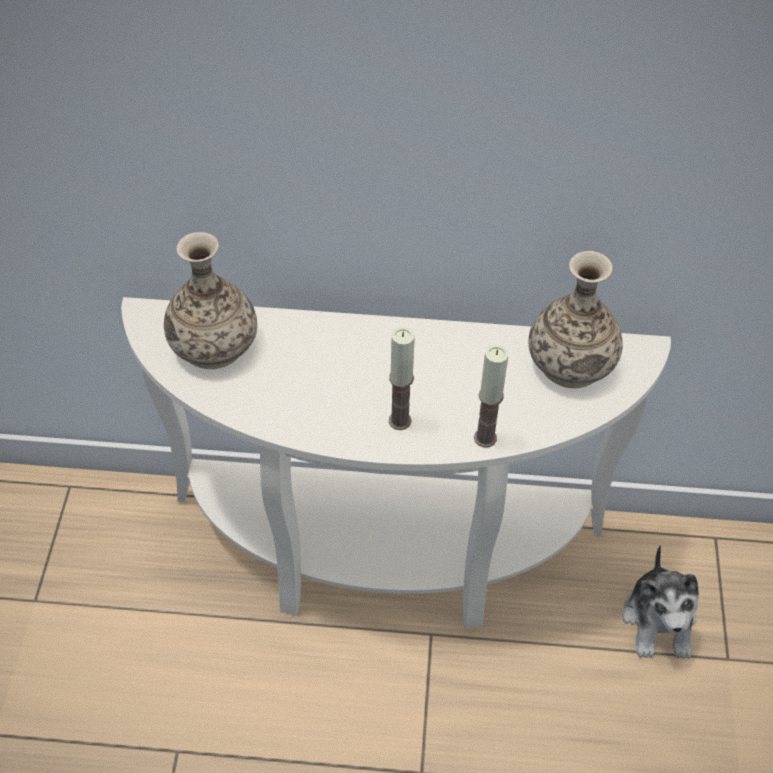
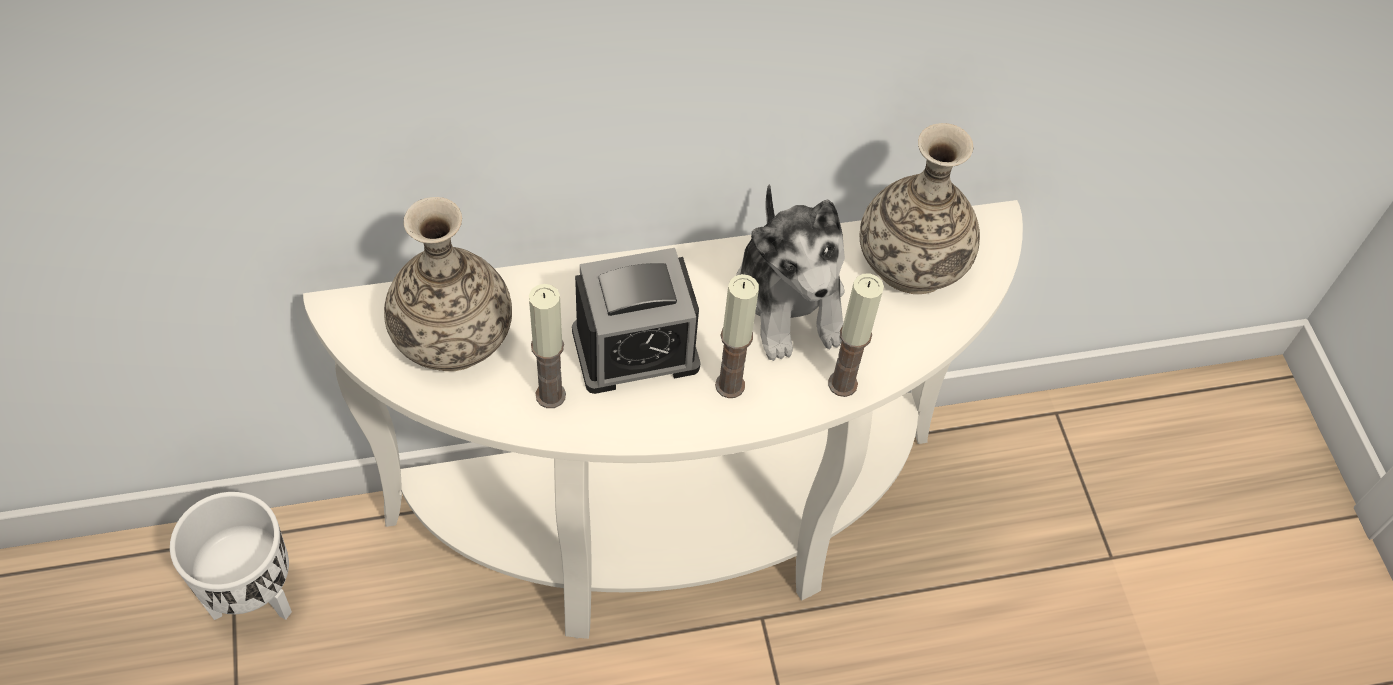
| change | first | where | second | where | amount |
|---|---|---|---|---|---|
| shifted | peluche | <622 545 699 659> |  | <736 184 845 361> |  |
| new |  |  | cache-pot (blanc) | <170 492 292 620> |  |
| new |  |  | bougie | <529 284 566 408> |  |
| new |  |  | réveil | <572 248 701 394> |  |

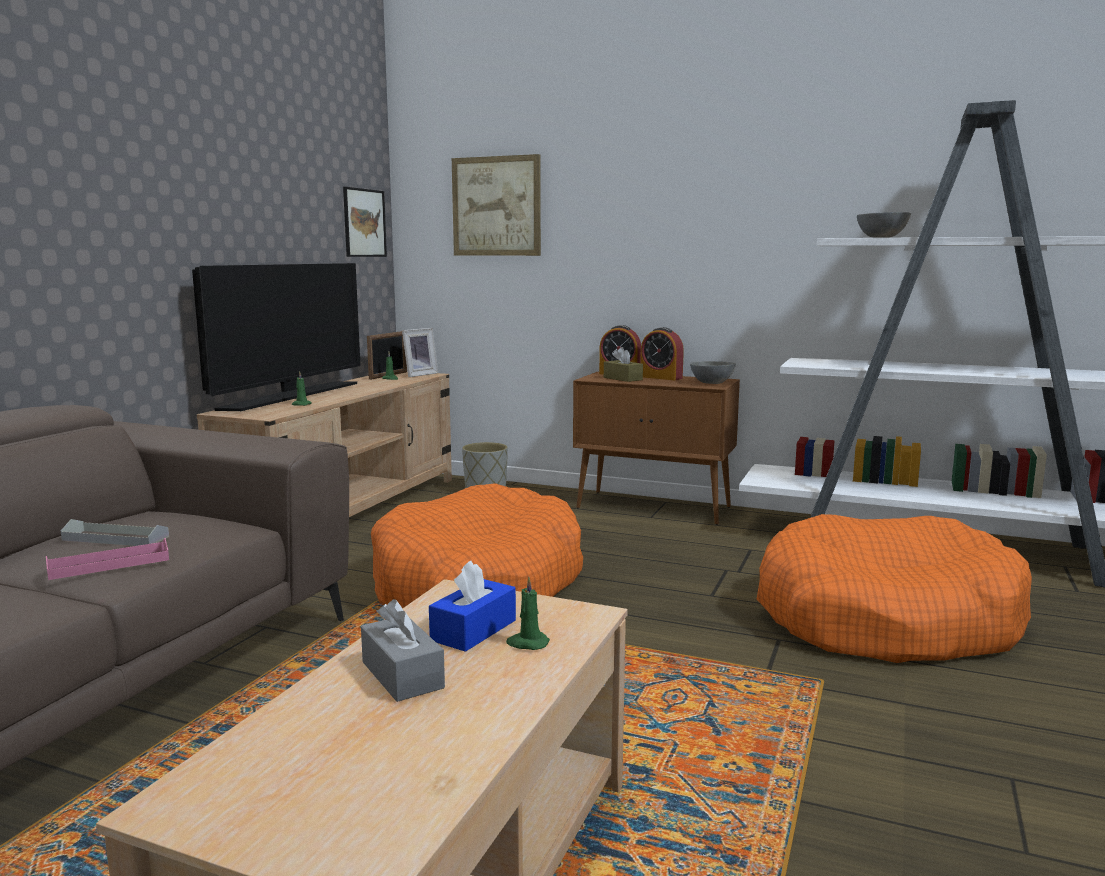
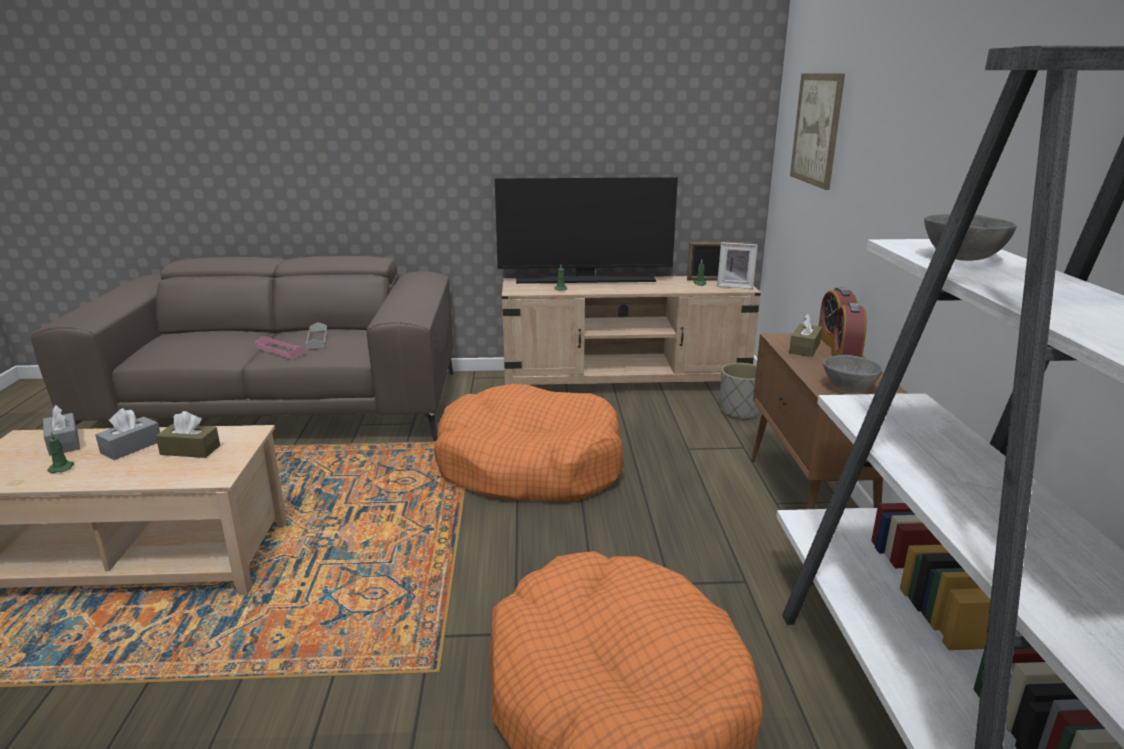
| change | first | where | second | where | amount |
|---|---|---|---|---|---|
| gone | tableau | <343 187 387 257> |  |  |  |
| repainted | boîte à mouchoirs (bleu) | <429 561 516 652> | boîte à mouchoirs (marron) | <156 411 220 458> |  |
| shifted | bougie (vert) | <506 577 550 650> |  | <48 431 74 473> |  |
| new |  |  | boîte à mouchoirs (gris) | <43 405 80 456> |  |

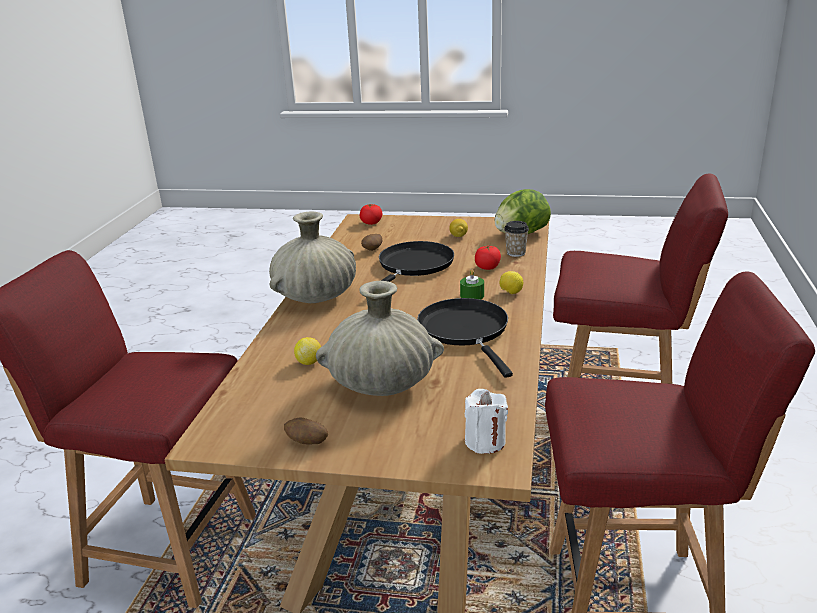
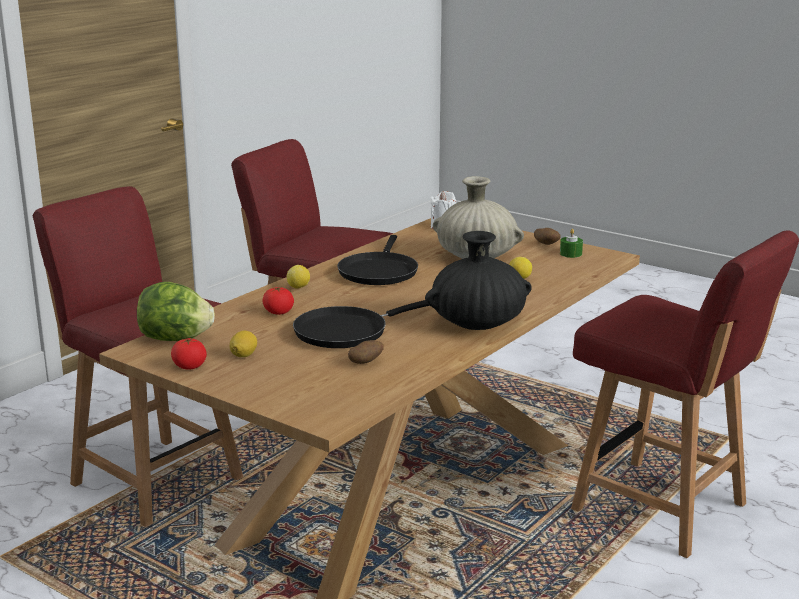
| change | first | where | second | where | amount |
|---|---|---|---|---|---|
| repainted | vase (beige) | <269 212 356 303> | vase (noir) | <425 231 532 330> |  |
| shifted | tomate | <360 204 382 225> |  | <171 338 207 370> |  |
| shifted | bougie (vert) | <460 270 484 300> |  | <560 229 583 258> |  |
| gone | tasse | <504 221 529 257> |  |  |  |

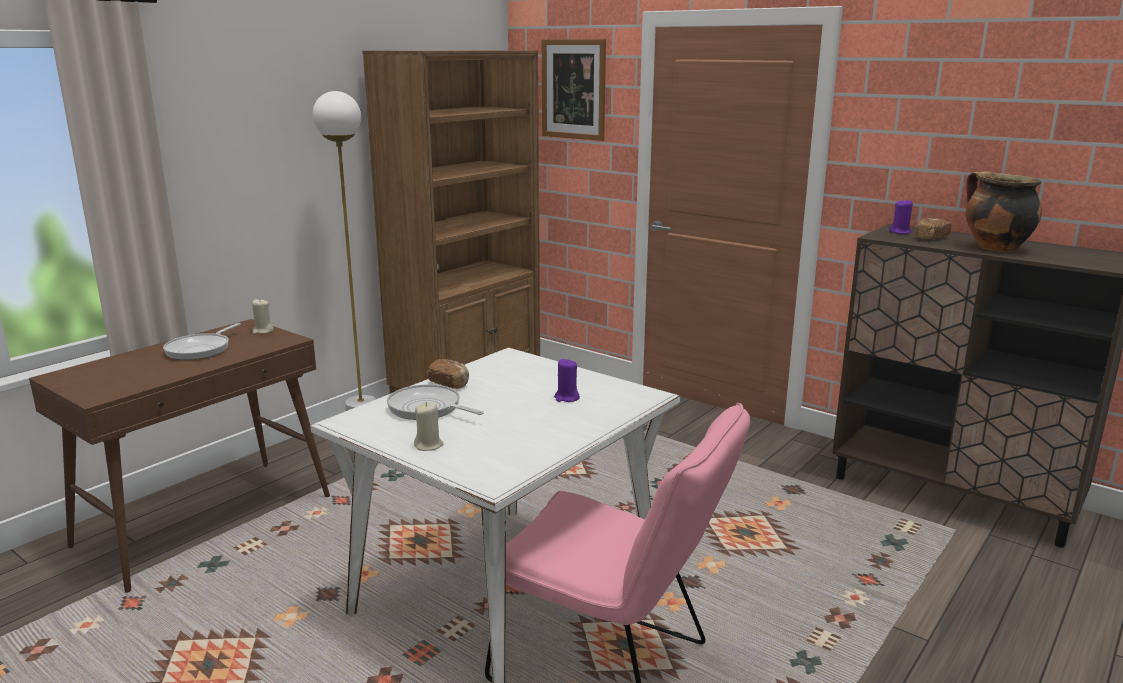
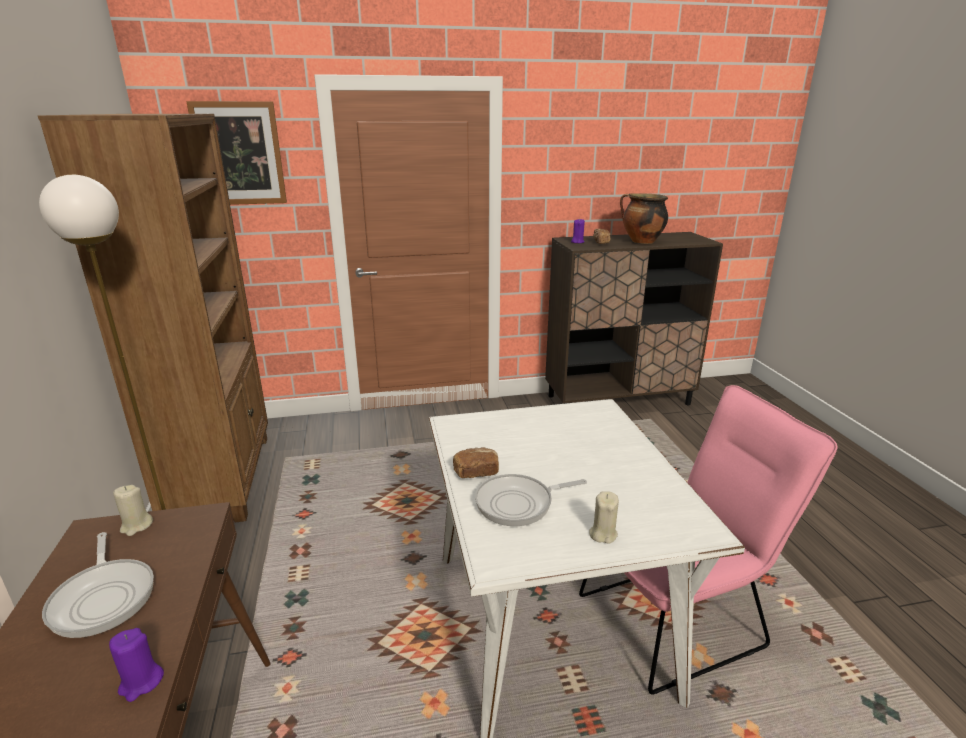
| change | first | where | second | where | amount |
|---|---|---|---|---|---|
| shifted | bougie (violet) | <554 359 580 402> |  | <109 628 164 702> |  |

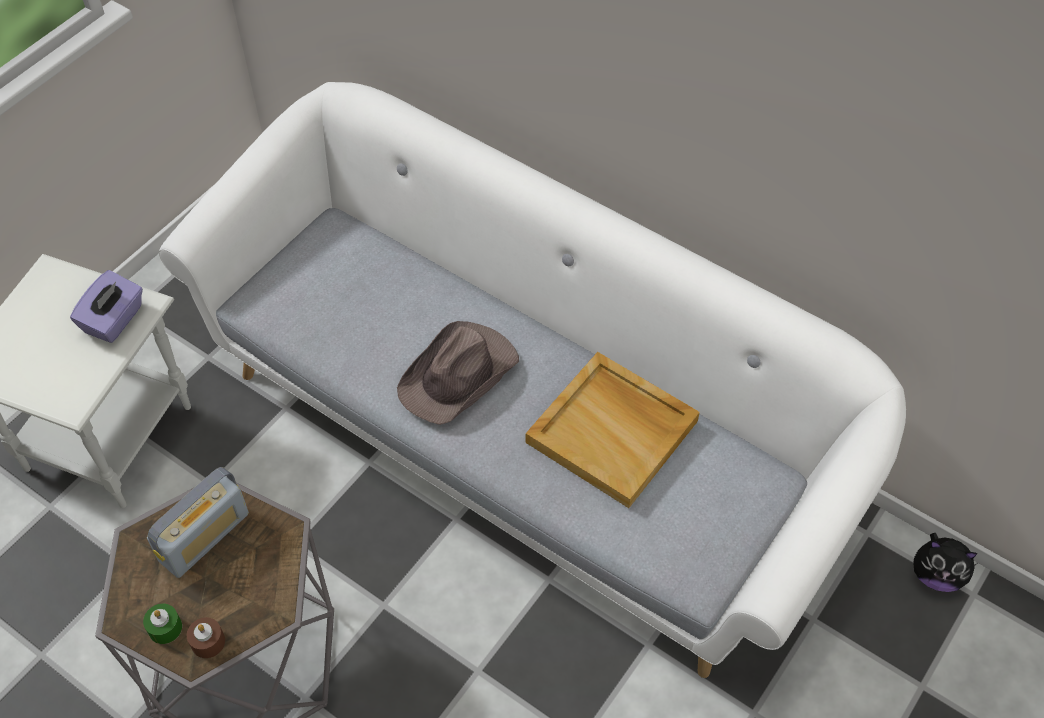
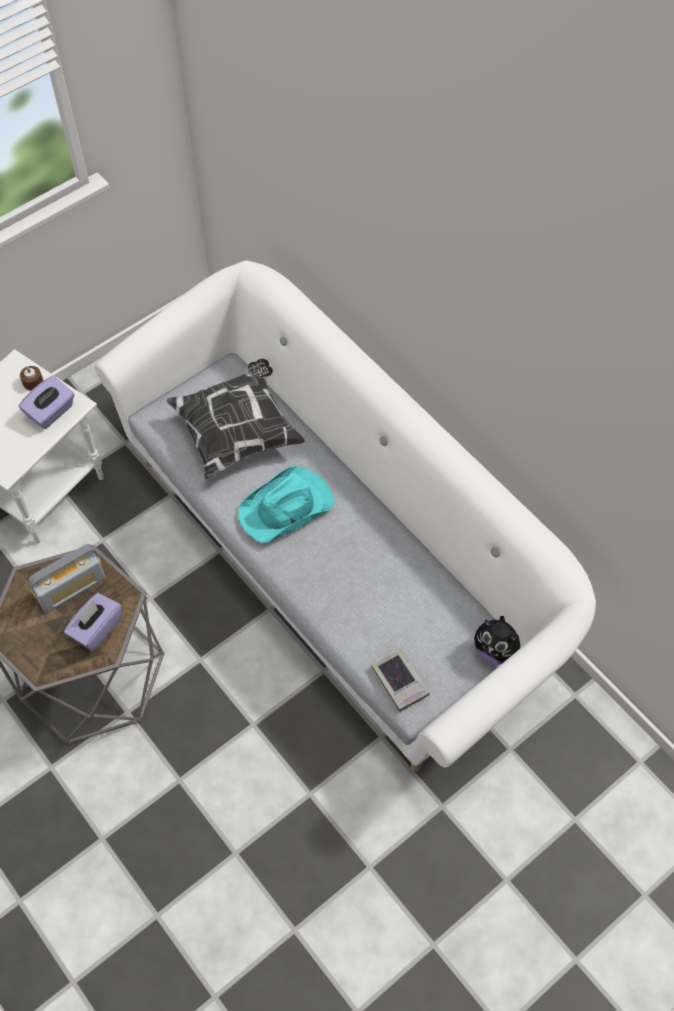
| change | first | where | second | where | amount |
|---|---|---|---|---|---|
| gone | bougie (vert) | <143 604 182 644> |  |  |  |
| shifted | bougie (marron) | <187 617 225 658> |  | <20 366 43 391> |  |
| repainted | chapeau (marron) | <397 321 519 425> | chapeau (turquoise) | <238 466 334 543> |  |
| gone | plateau (beige) | <526 352 700 508> |  |  |  |
| shifted | peluche | <913 533 979 592> |  | <474 616 520 665> |  |
| new |  |  | boîte à mouchoirs (violet) | <64 593 122 652> |  |
| new |  |  | coussin | <166 359 306 480> |  |
| new |  |  | livre | <371 649 430 712> |  |

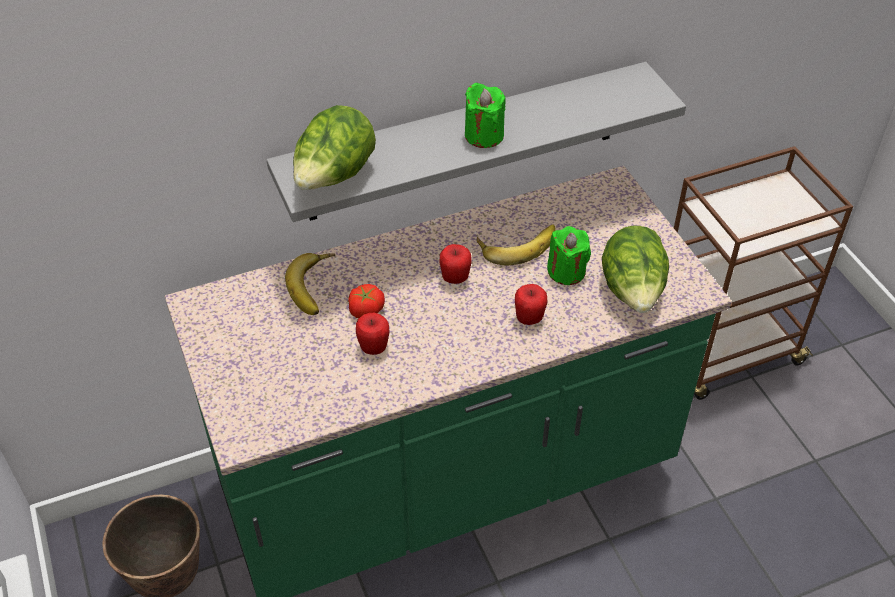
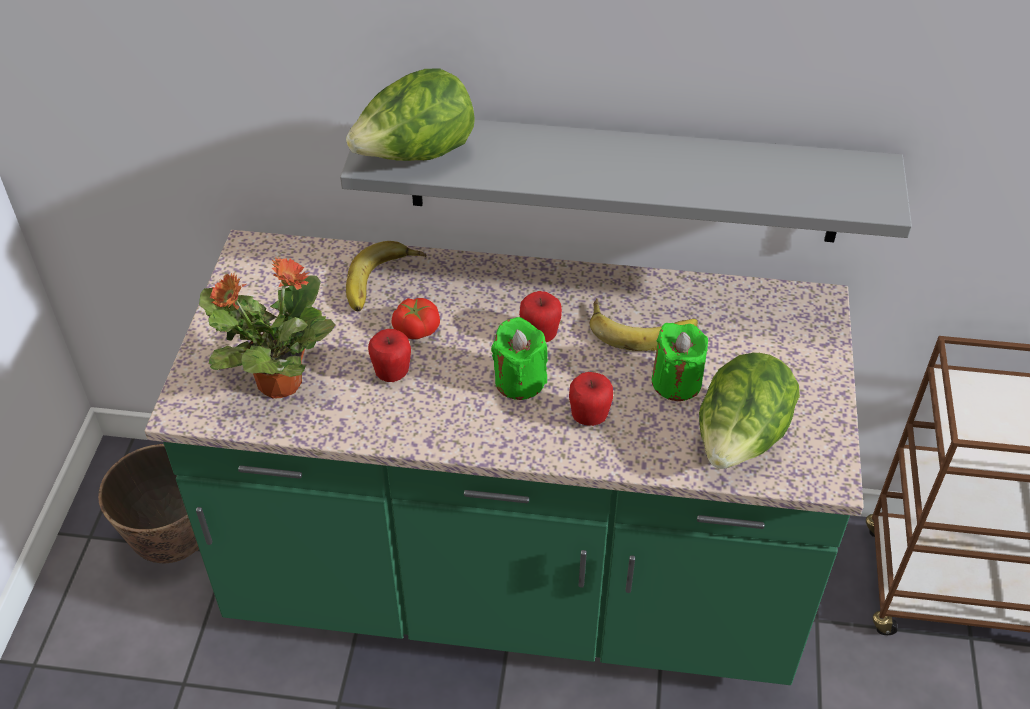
| change | first | where | second | where | amount |
|---|---|---|---|---|---|
| shifted | bougie (vert) | <465 83 506 148> |  | <491 317 548 400> |  |
| new |  |  | plante en pot | <199 257 335 399> |  |

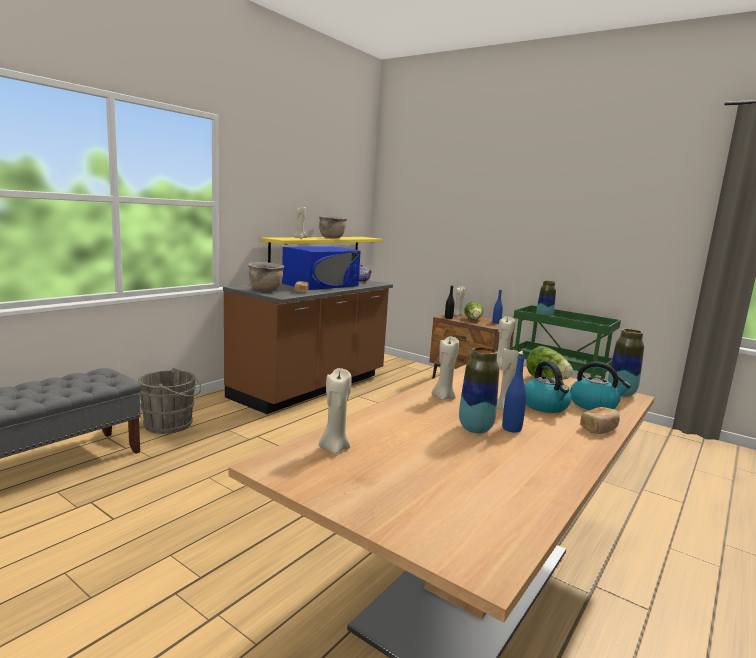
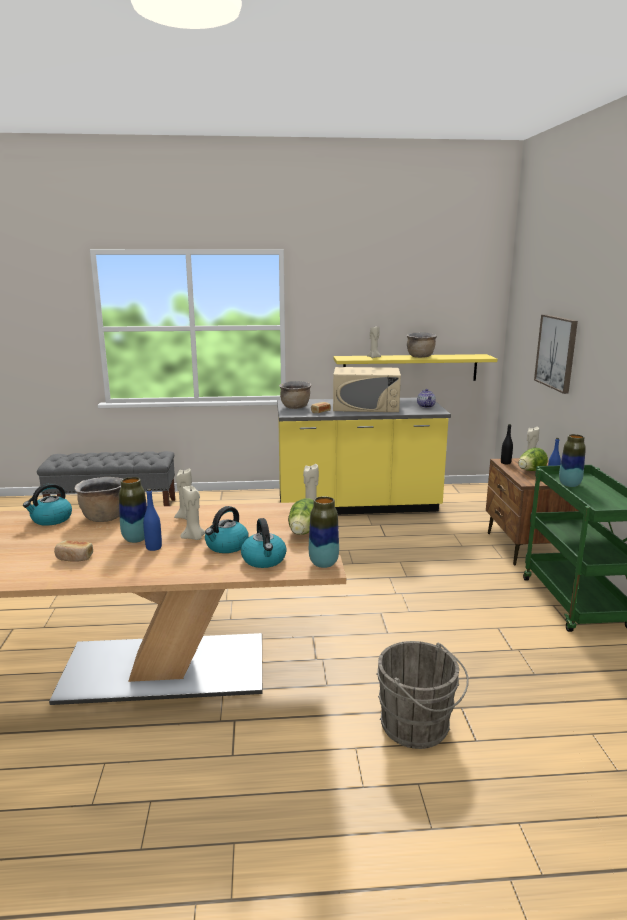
| change | first | where | second | where | amount |
|---|---|---|---|---|---|
| shifted | seau (gris) | <138 368 201 434> |  | <376 641 469 749> |  |
| repainted | comptoir de cuisine (marron) | <223 280 393 414> | comptoir de cuisine (jaune) | <277 398 451 515> |  |
| repainted | micro-ondes (bleu) | <282 246 361 290> | micro-ondes (beige) | <333 367 401 412> |  |
| swapped | bougie (beige) | <319 368 352 454> | bouilloire | <23 483 72 526> |  |
| shifted | pain | <580 407 620 434> |  | <54 540 93 562> |  |
| new |  |  | marmite (marron) | <75 477 123 522> |  |
| new |  |  | tableau | <534 314 578 394> |  |

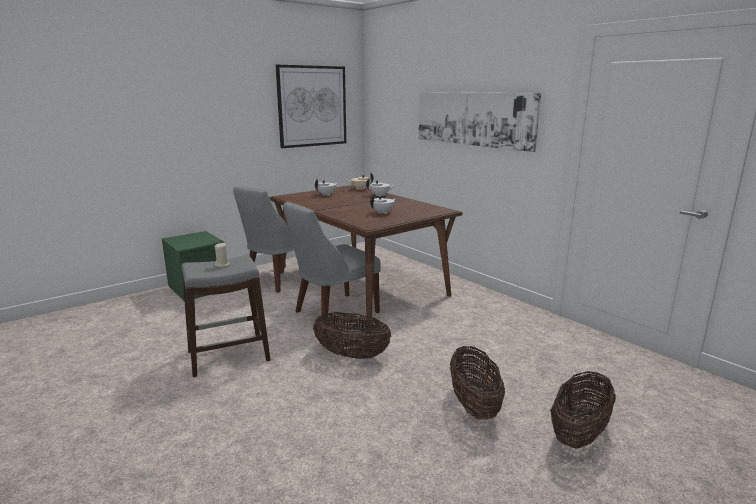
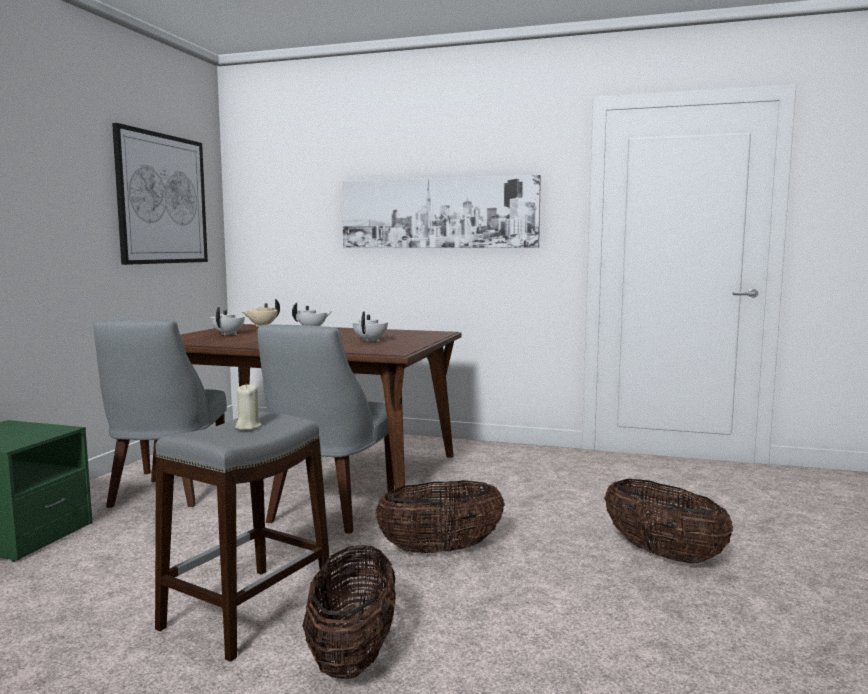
| change | first | where | second | where | amount |
|---|---|---|---|---|---|
| shifted | panier | <550 371 616 448> |  | <302 545 396 679> |  |

